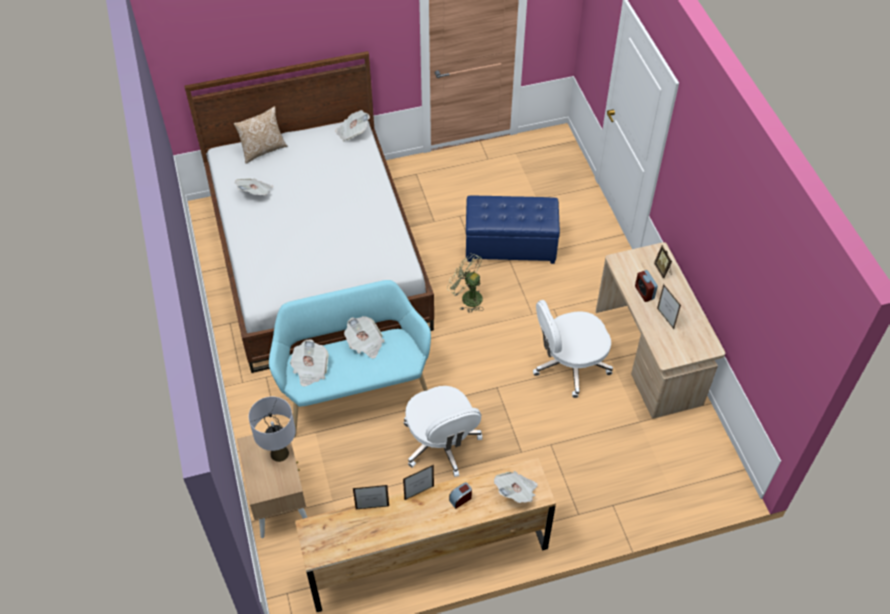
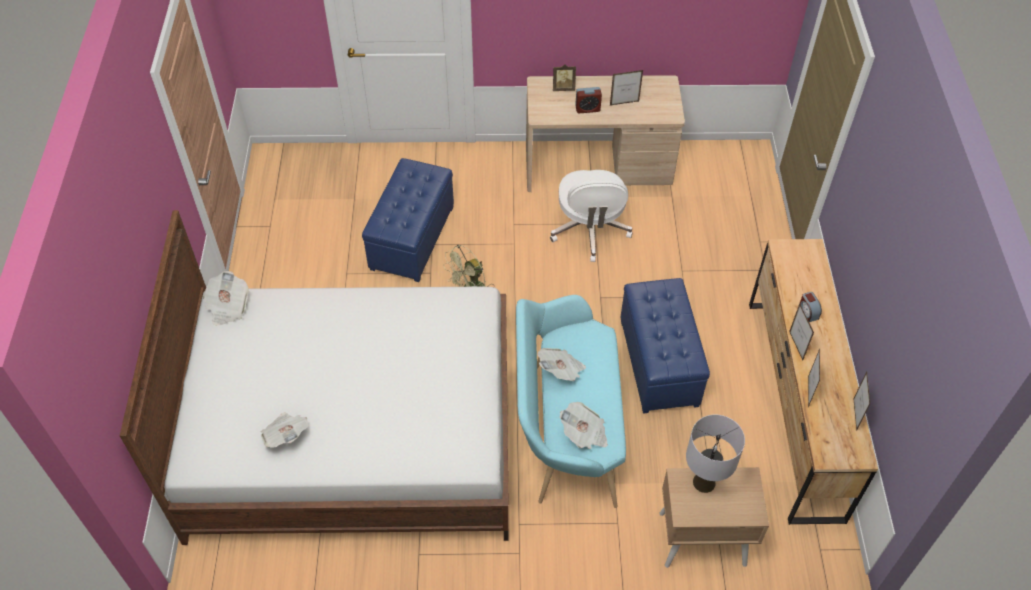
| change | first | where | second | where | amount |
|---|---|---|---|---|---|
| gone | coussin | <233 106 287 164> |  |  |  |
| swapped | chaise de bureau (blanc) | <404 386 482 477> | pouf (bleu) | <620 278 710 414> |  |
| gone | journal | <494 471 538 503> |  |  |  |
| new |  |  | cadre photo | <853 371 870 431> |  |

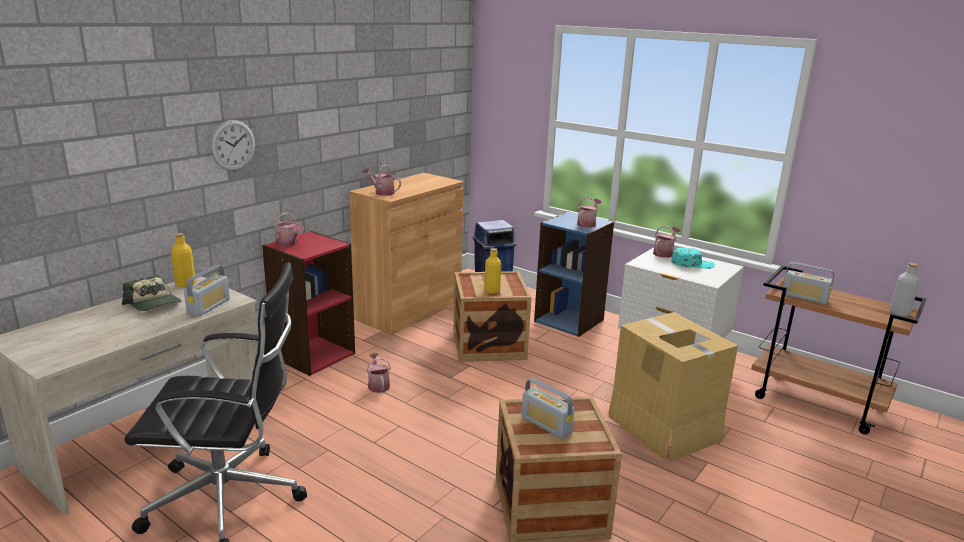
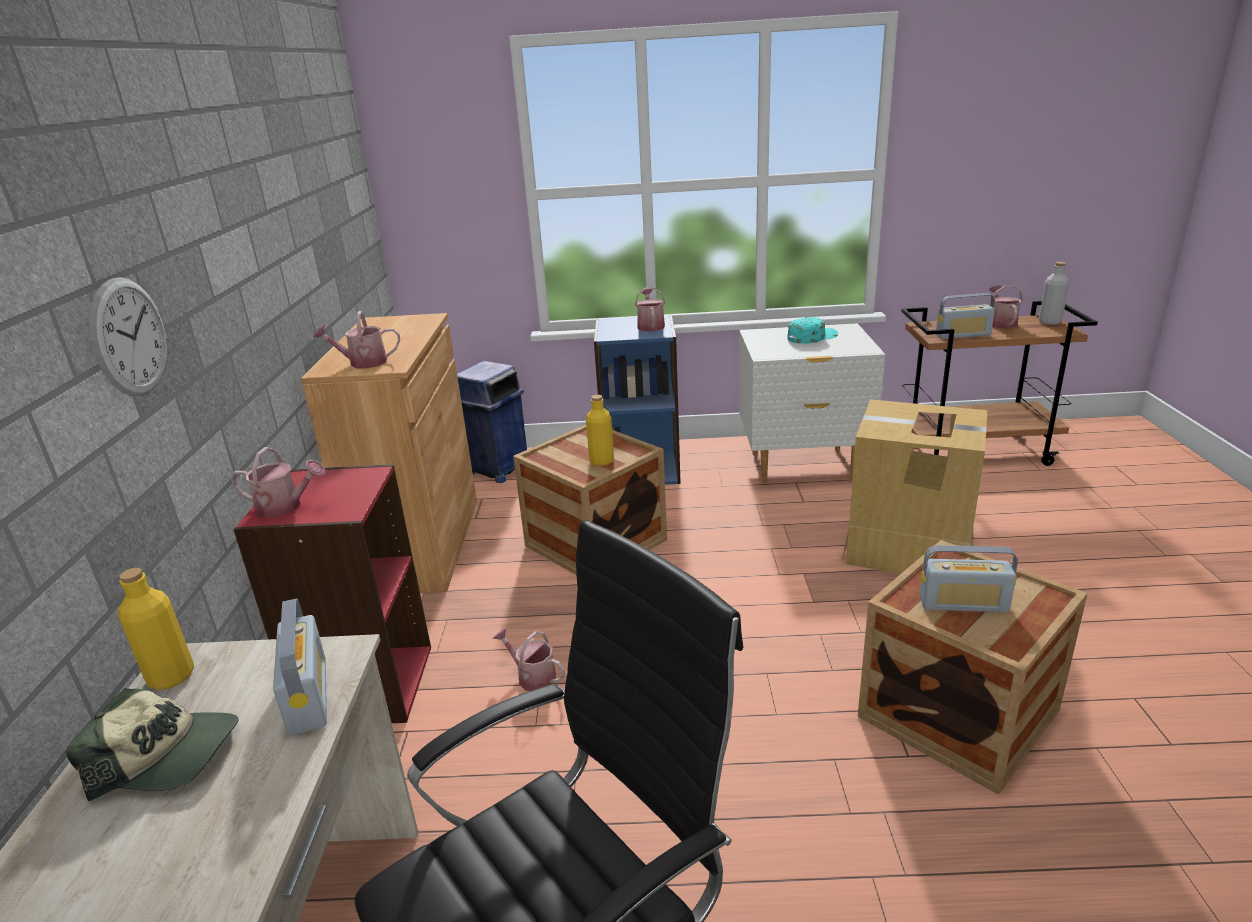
| change | first | where | second | where | amount |
|---|---|---|---|---|---|
| shifted | arrosoir | <653 226 680 258> |  | <989 285 1023 329> |  |

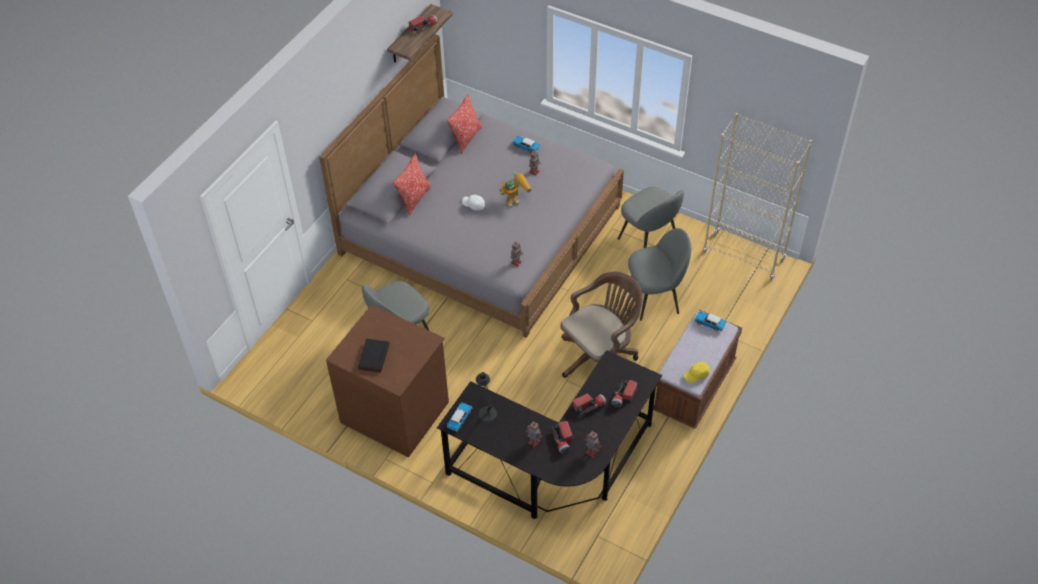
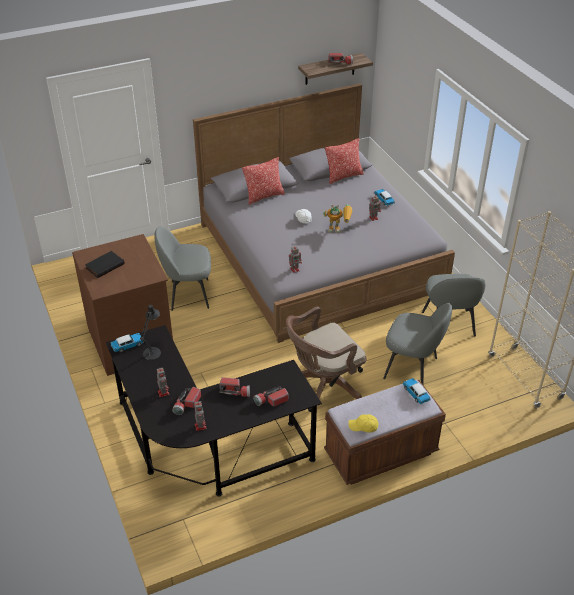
| change | first | where | second | where | amount |
|---|---|---|---|---|---|
| rotated | chaise de bureau (marron) | <560 272 643 378> |  | <286 306 366 412> | 150 degrees clockwise |

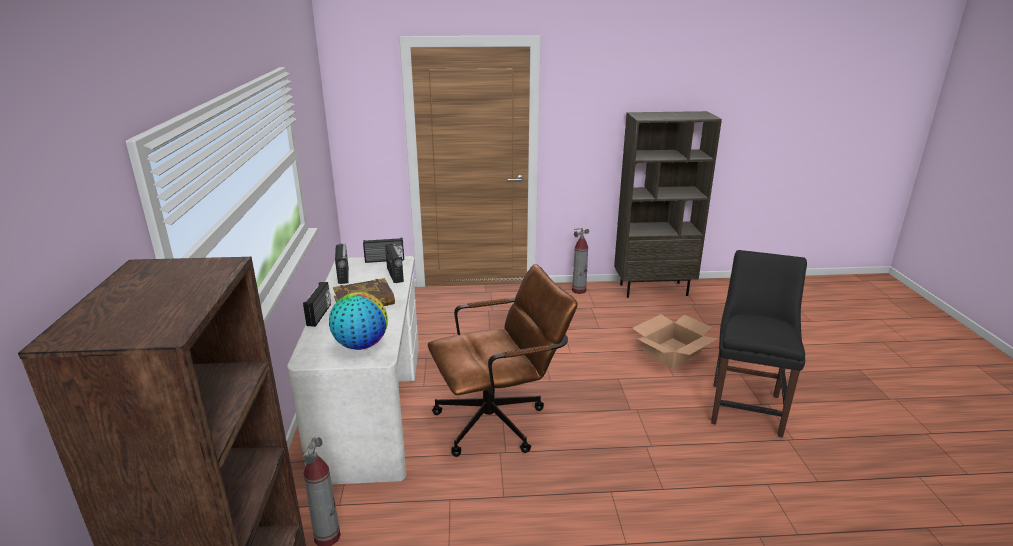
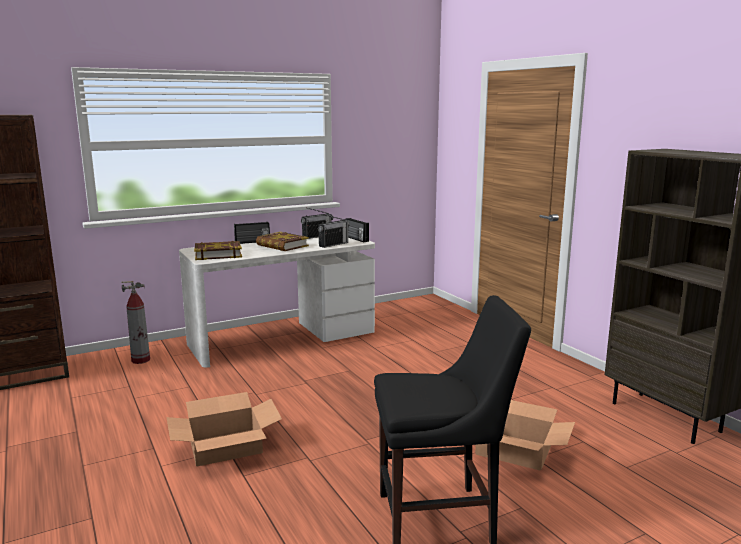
| change | first | where | second | where | amount |
|---|---|---|---|---|---|
| swapped | globe | <329 292 388 350> | livre | <194 241 242 260> |  |
| gone | chaise de bureau (marron) | <428 264 578 457> |  |  |  |
| gone | extincteur | <572 228 589 294> |  |  |  |
| new |  |  | carton | <166 392 282 466> |  |

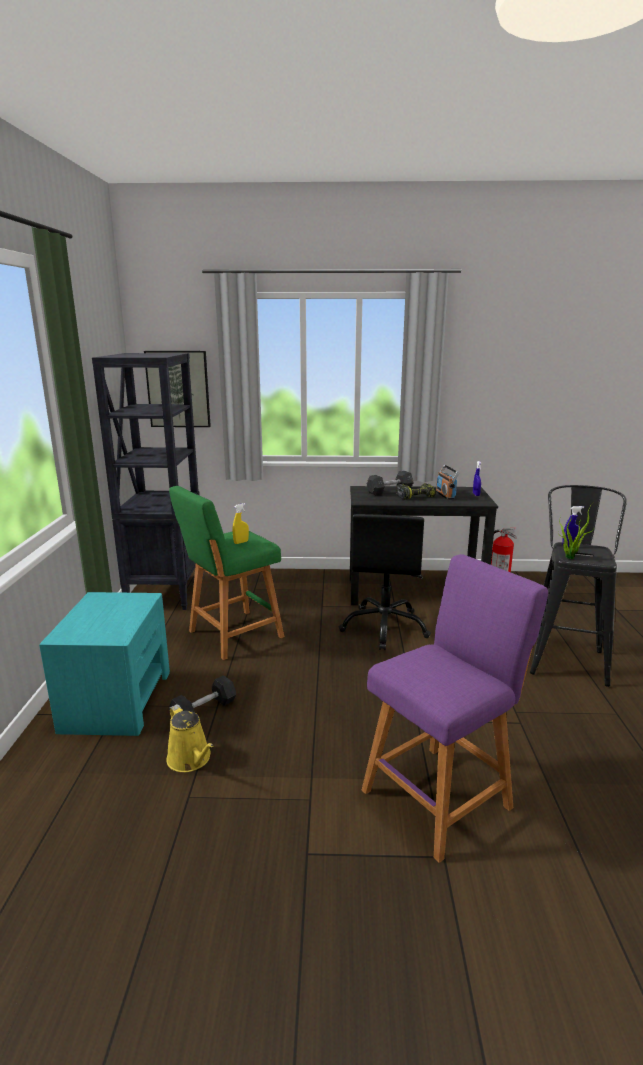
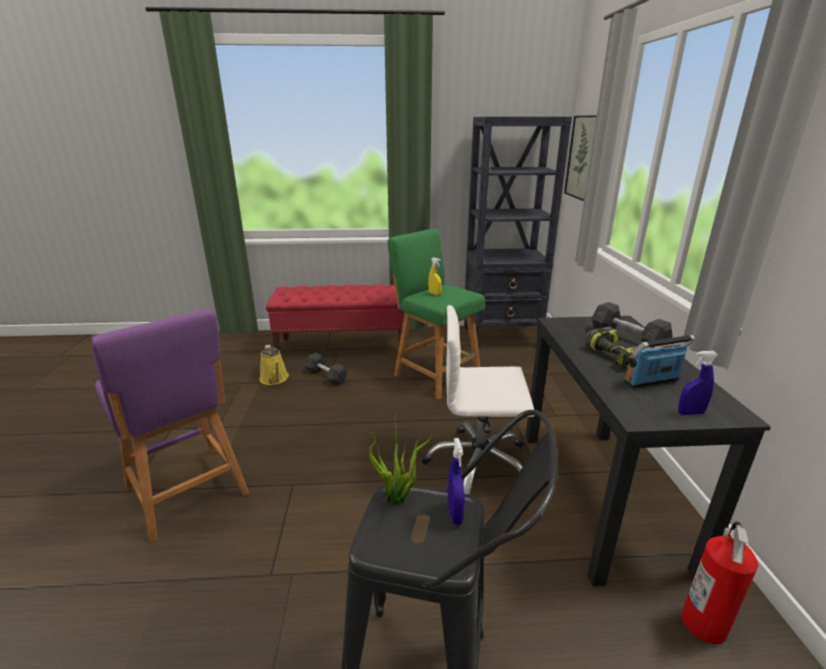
| change | first | where | second | where | amount |
|---|---|---|---|---|---|
| swapped | table de chevet (turquoise) | <39 592 170 736> | banc (rouge) | <266 285 405 356> |  |
| rotated | arrosoir (jaune) | <166 704 214 772> |  | <260 344 289 385> | 75 degrees counterclockwise |
| repainted | chaise de bureau (noir) | <339 514 431 650> | chaise de bureau (blanc) | <422 305 534 495> |  |

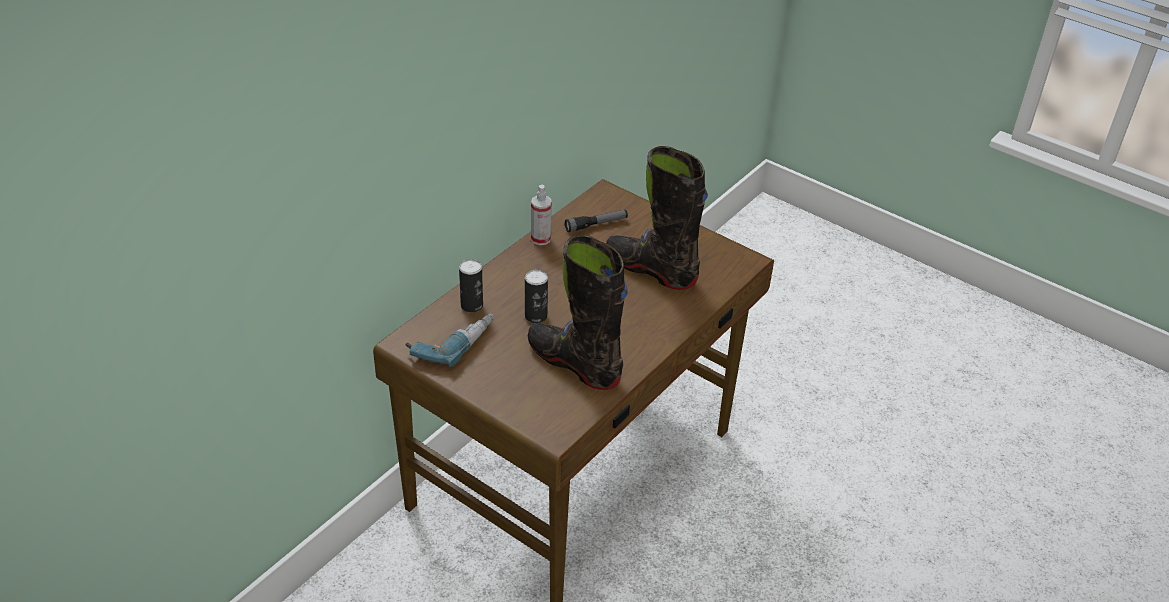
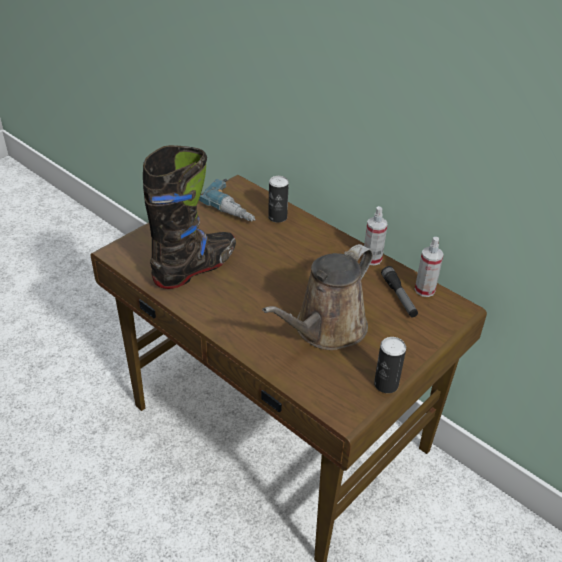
| change | first | where | second | where | amount |
|---|---|---|---|---|---|
| shifted | boîte métallique | <525 270 548 323> |  | <374 337 406 393> |  |
| swapped | botte (noir) | <606 146 708 290> | arrosoir (marron) | <262 244 373 350> |  |
| new |  |  | vaporisateur | <415 237 444 297> |  |

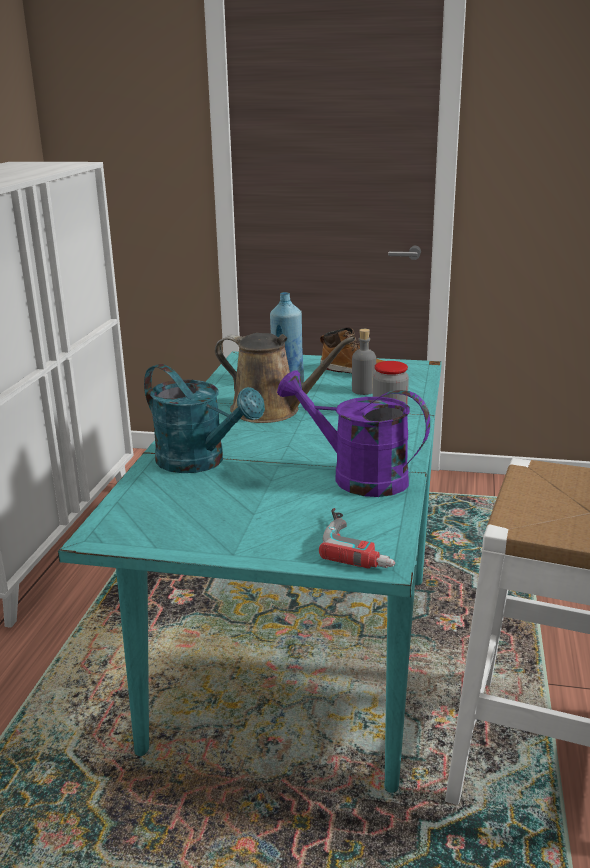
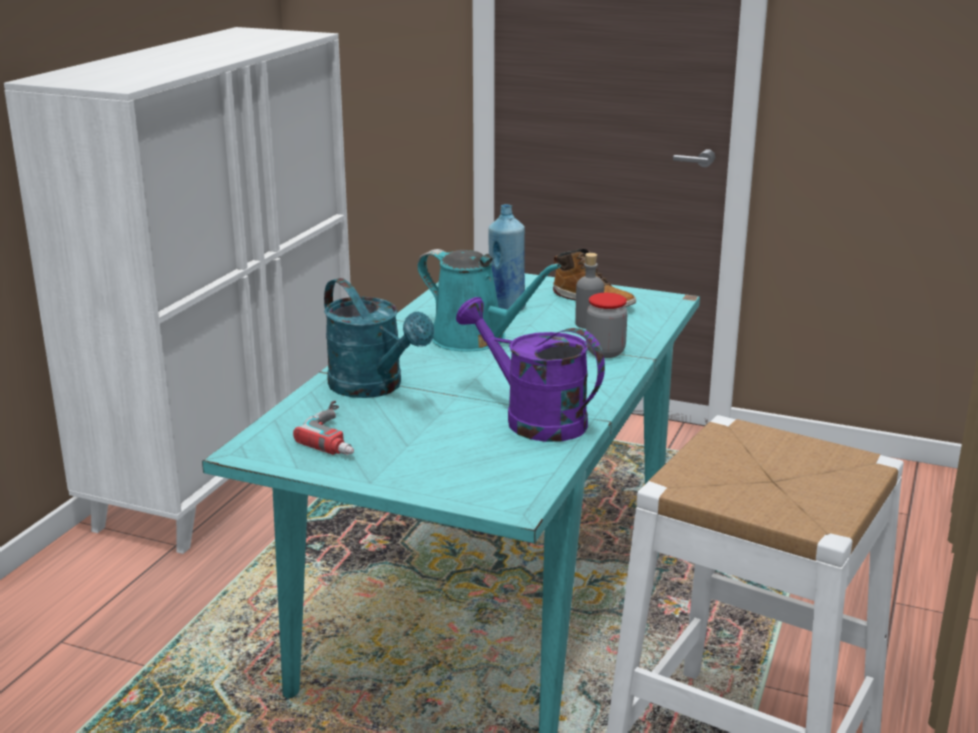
| change | first | where | second | where | amount |
|---|---|---|---|---|---|
| repainted | arrosoir (marron) | <215 333 355 423> | arrosoir (turquoise) | <417 249 561 352> |  |
| shifted | perceuse | <319 508 395 569> |  | <293 401 354 455> |  |

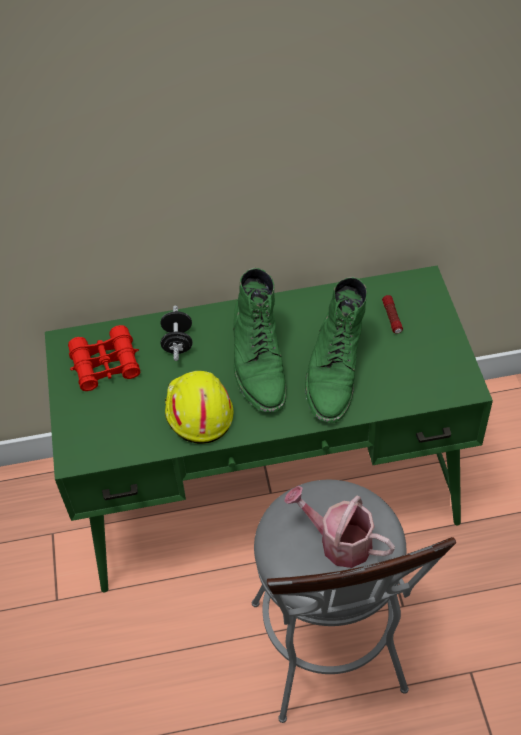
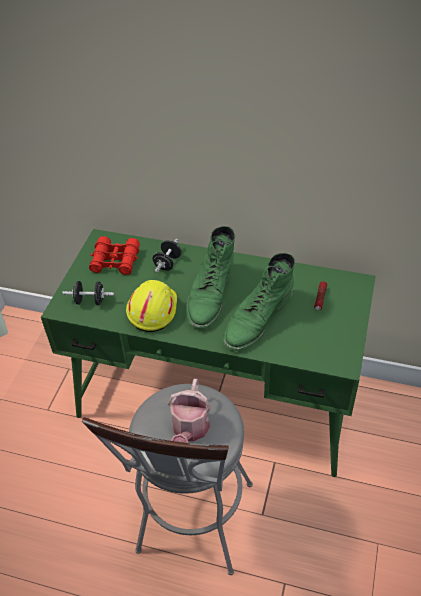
| change | first | where | second | where | amount |
|---|---|---|---|---|---|
| rotated | arrosoir | <284 486 395 568> |  | <168 379 211 443> | 135 degrees counterclockwise |
| new |  |  | haltère (noir) | <62 281 114 305> |  |

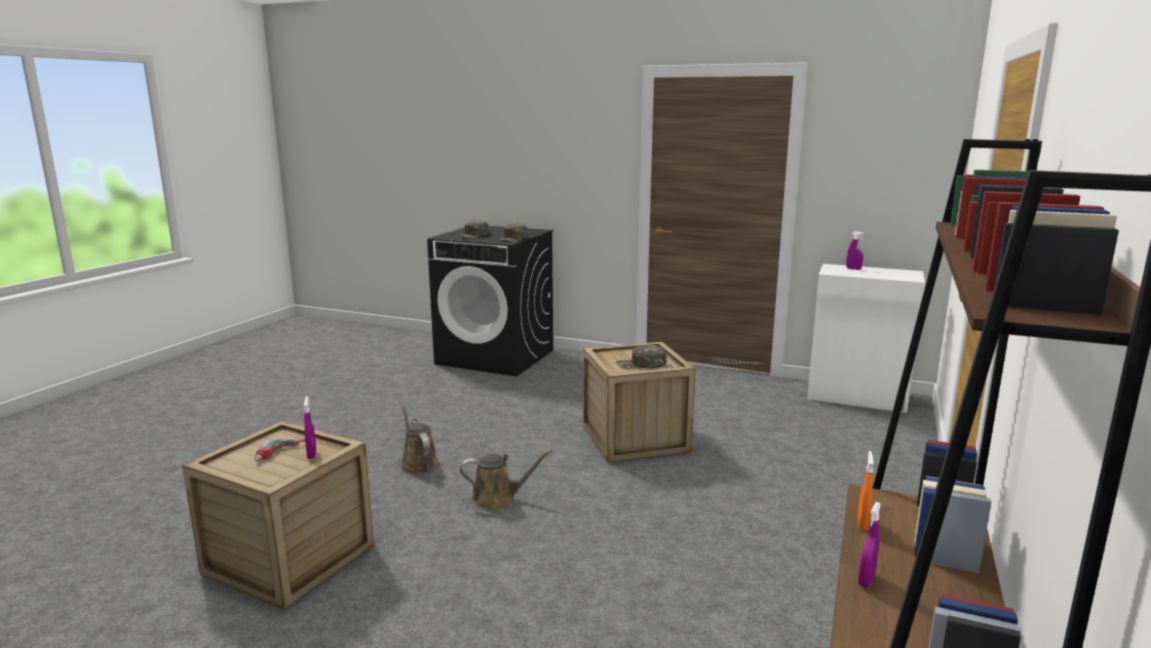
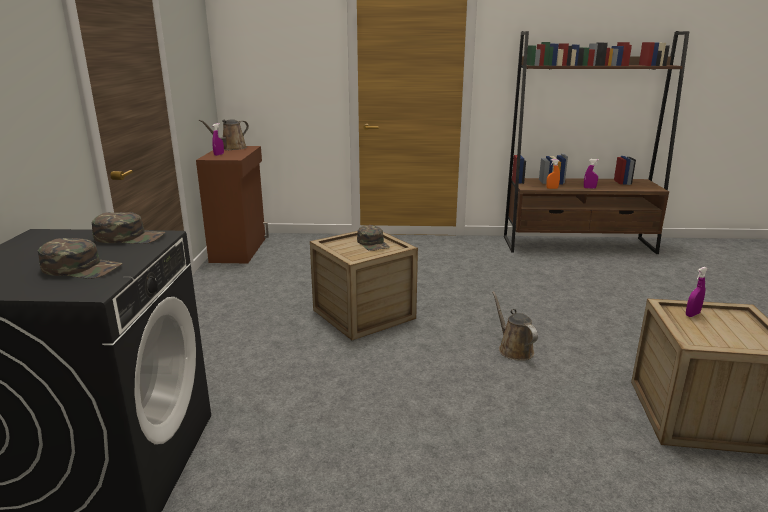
| change | first | where | second | where | amount |
|---|---|---|---|---|---|
| gone | perceuse | <254 439 305 462> |  |  |  |
| shifted | arrosoir (marron) | <400 402 439 474> |  | <199 120 249 150> |  |
| repainted | meuble de rangement (blanc) | <807 264 925 413> | meuble de rangement (marron) | <196 146 269 263> |  |

